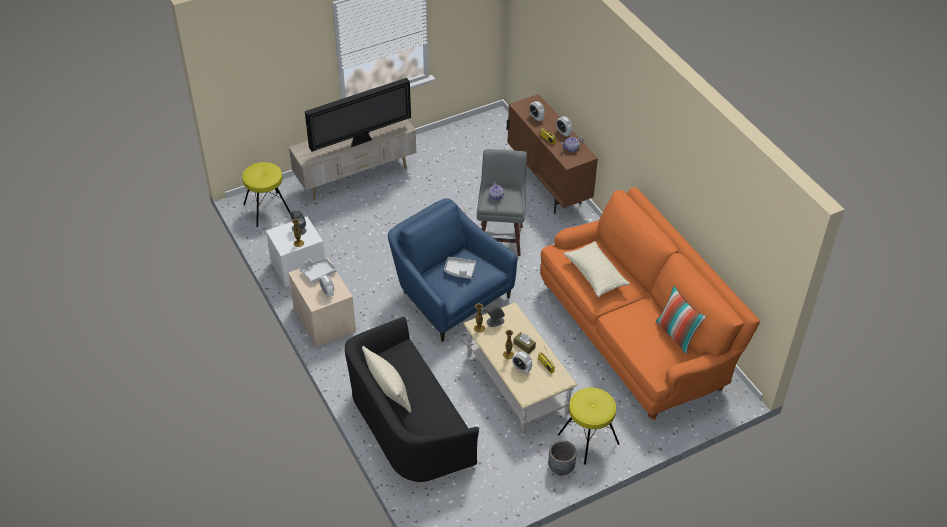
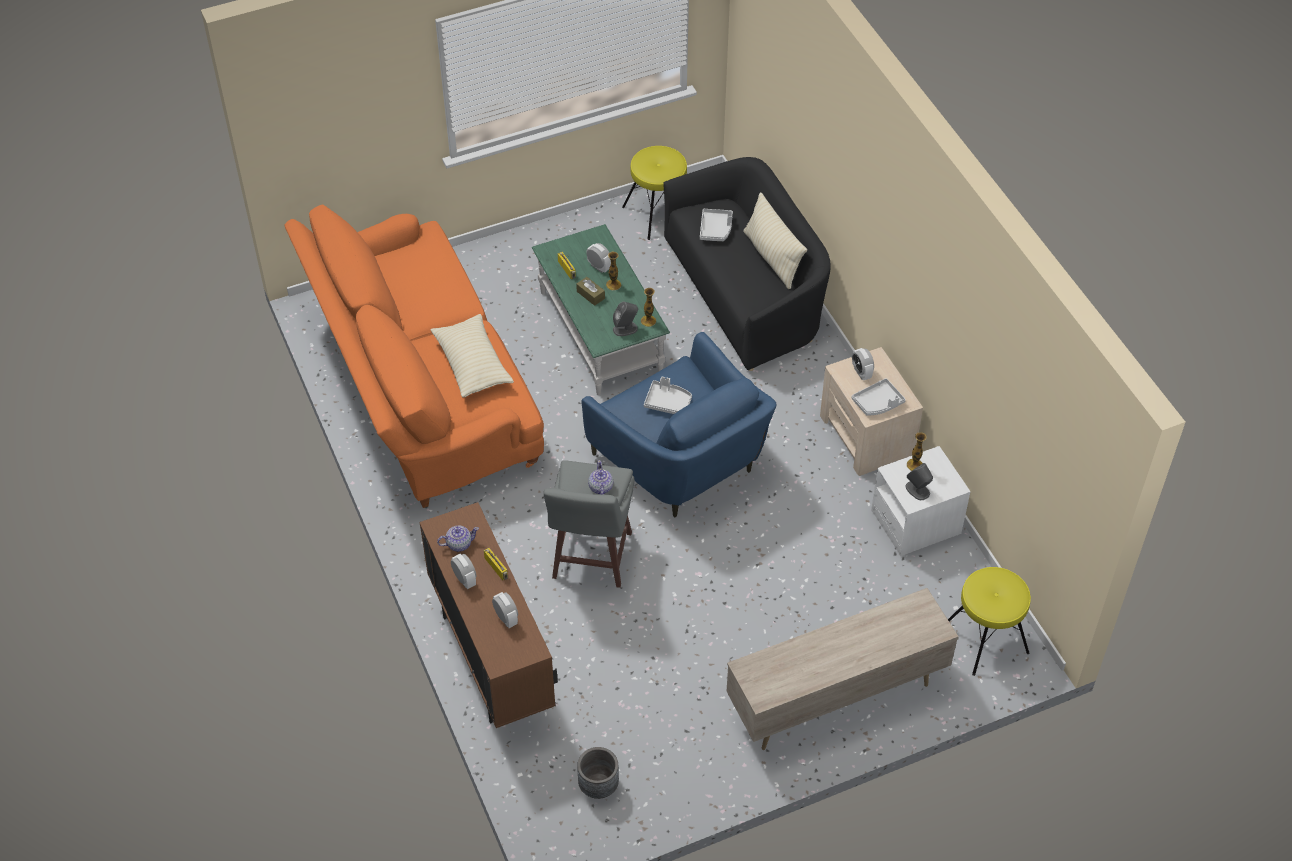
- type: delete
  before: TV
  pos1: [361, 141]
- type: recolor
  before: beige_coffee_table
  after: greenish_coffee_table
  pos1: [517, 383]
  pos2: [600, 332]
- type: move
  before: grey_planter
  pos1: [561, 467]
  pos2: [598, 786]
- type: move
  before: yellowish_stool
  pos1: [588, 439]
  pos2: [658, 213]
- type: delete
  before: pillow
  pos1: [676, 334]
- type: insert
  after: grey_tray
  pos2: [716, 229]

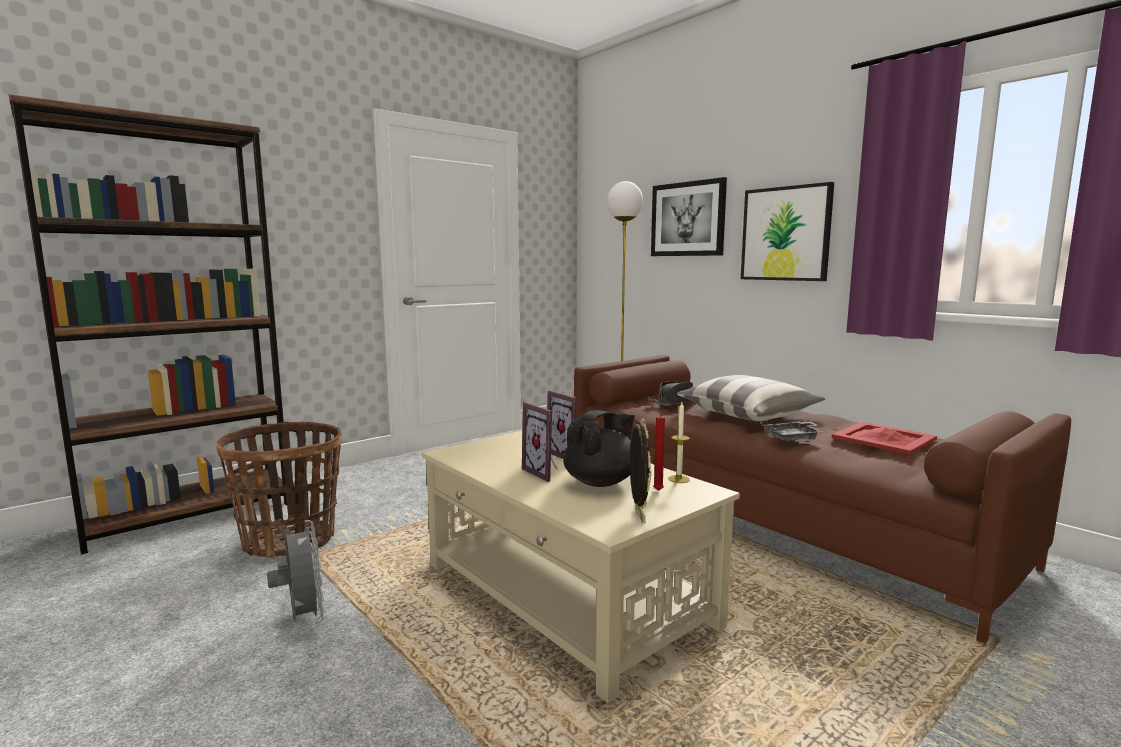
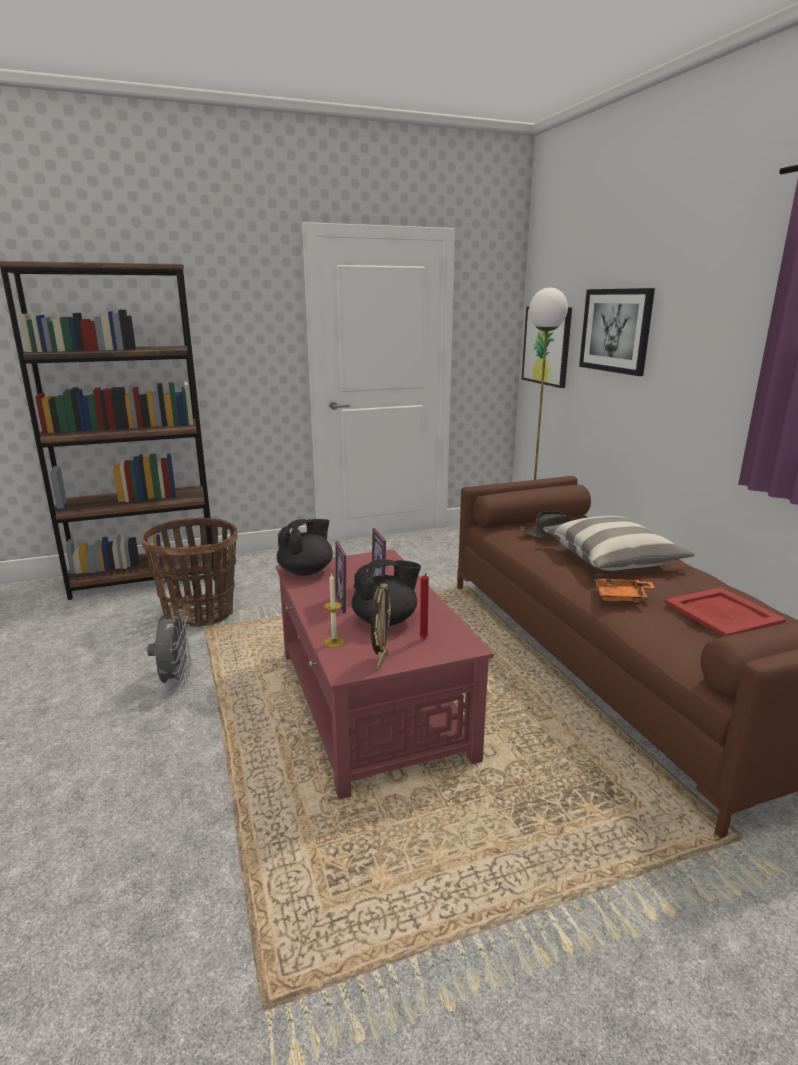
- type: recolor
  before: beige_coffee_table
  after: reddish_coffee_table
  pos1: [565, 595]
  pos2: [370, 703]
- type: move
  before: candle
  pos1: [679, 479]
  pos2: [334, 642]
- type: move
  before: picture
  pos1: [785, 234]
  pos2: [547, 345]
- type: recolor
  before: grey_tray
  after: orange_tray
  pos1: [793, 438]
  pos2: [621, 597]
- type: insert
  after: blackish_tea_pot
  pos2: [306, 571]

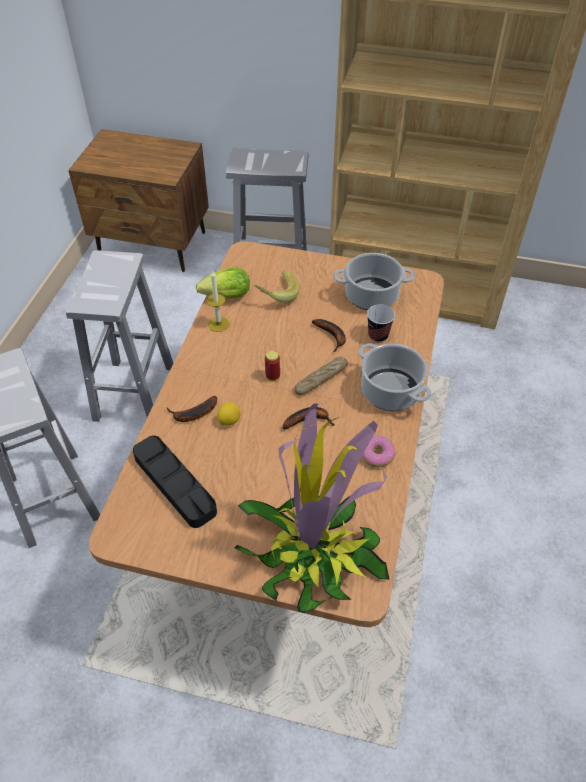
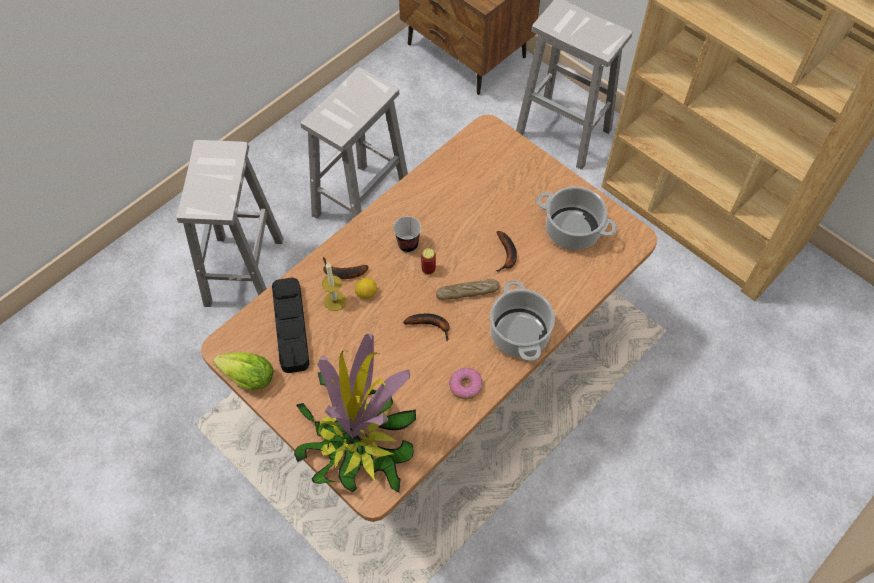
- type: move
  before: head_of_lettuce
  pos1: [223, 297]
  pos2: [245, 376]
- type: move
  before: candle
  pos1: [218, 324]
  pos2: [335, 301]
- type: delete
  before: whole_banana
  pos1: [276, 294]
- type: move
  before: small_cup
  pos1: [378, 336]
  pos2: [408, 244]

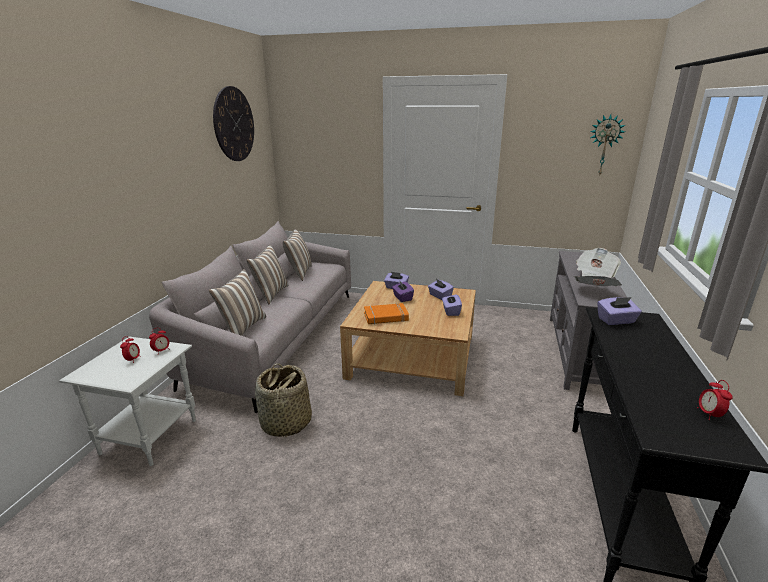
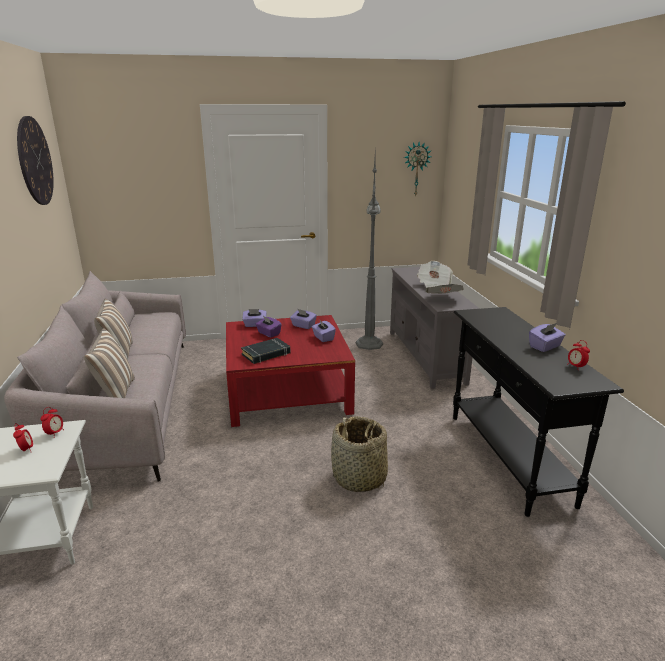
- type: move
  before: storage_basket
  pos1: [285, 423]
  pos2: [359, 478]
- type: delete
  before: pillow
  pos1: [299, 273]
- type: recolor
  before: beige_coffee_table
  after: reddish_coffee_table
  pos1: [412, 356]
  pos2: [287, 390]
- type: recolor
  before: orange_book
  after: blackish_book
  pos1: [386, 317]
  pos2: [266, 354]
- type: move
  before: purplish_tissue_box
  pos1: [616, 321]
  pos2: [545, 346]
- type: insert
  after: grey_standard_lamp
  pos2: [369, 343]

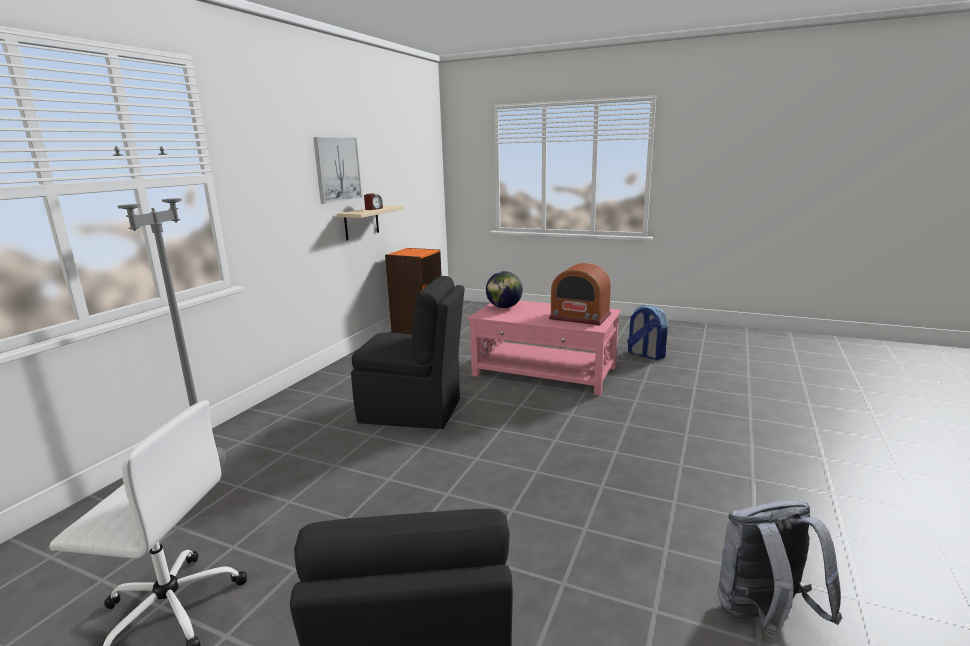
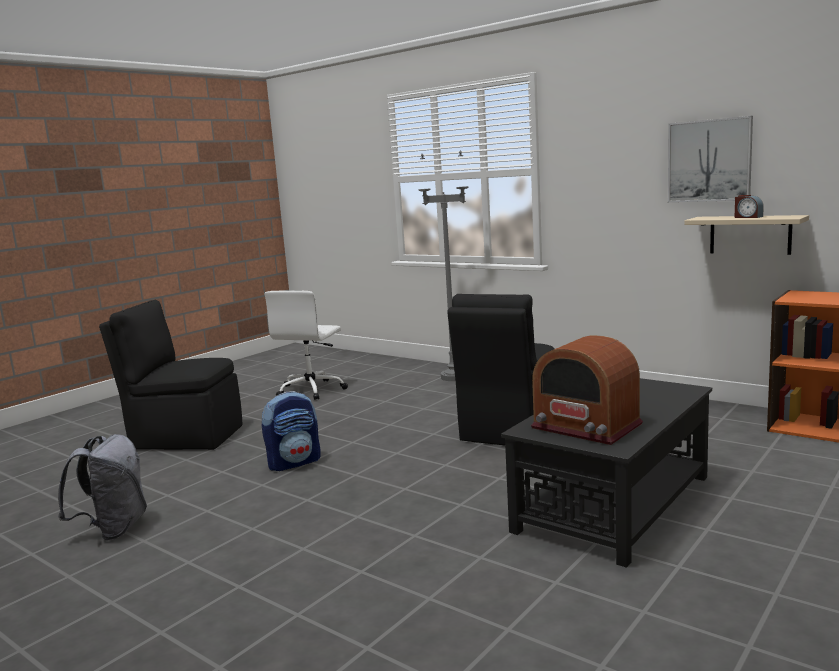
- type: recolor
  before: pink_coffee_table
  after: blackish_coffee_table
  pos1: [545, 371]
  pos2: [613, 503]
- type: delete
  before: desk_globe
  pos1: [504, 307]
- type: rotate
  before: radio_set
  pos1: [580, 317]
  pos2: [586, 426]
  turn: -90
- type: move
  before: backpack
  pos1: [645, 354]
  pos2: [294, 462]

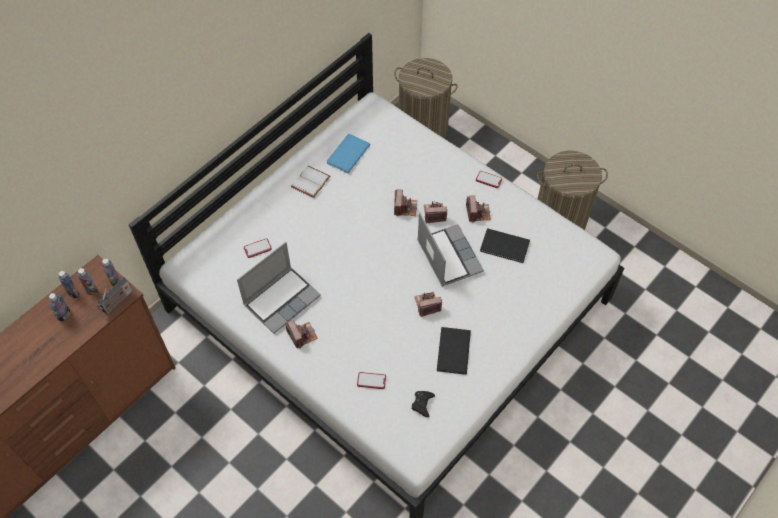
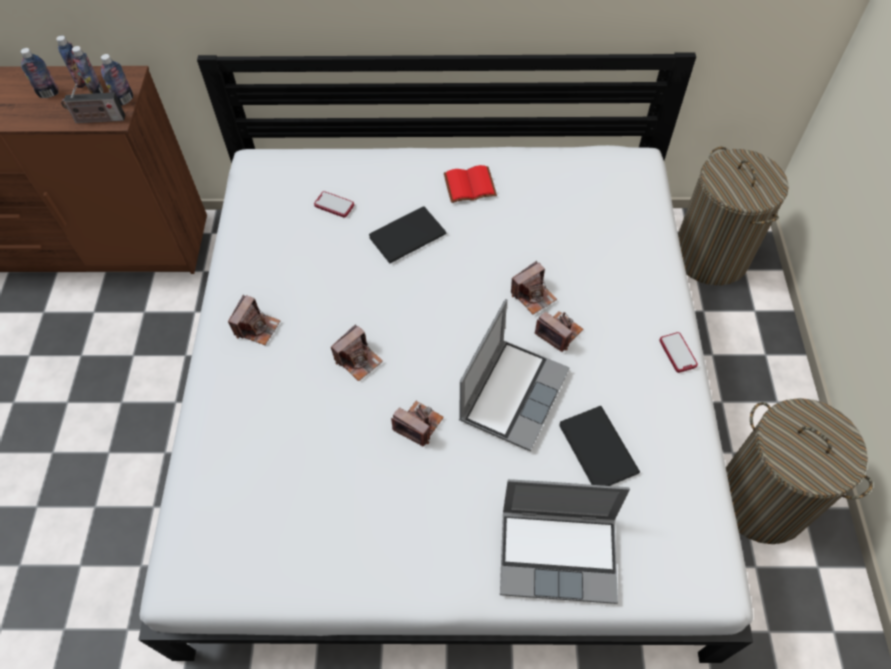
- type: move
  before: laptop
  pos1: [282, 299]
  pos2: [559, 554]
- type: recolor
  before: white-coloured_book
  after: reddish_book
  pos1: [311, 183]
  pos2: [469, 187]
- type: delete
  before: blue_book
  pos1: [346, 154]
- type: delete
  before: telephone
  pos1: [371, 381]
- type: delete
  before: blackish_game_controller
  pos1: [422, 404]
- type: move
  before: blackish_book
  pos1: [452, 352]
  pos2: [404, 235]
- type: move
  before: photo_camera
  pos1: [478, 213]
  pos2: [358, 360]

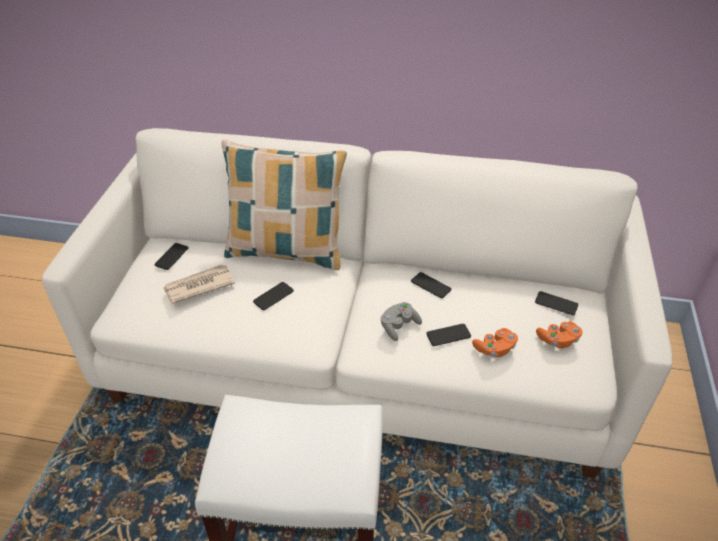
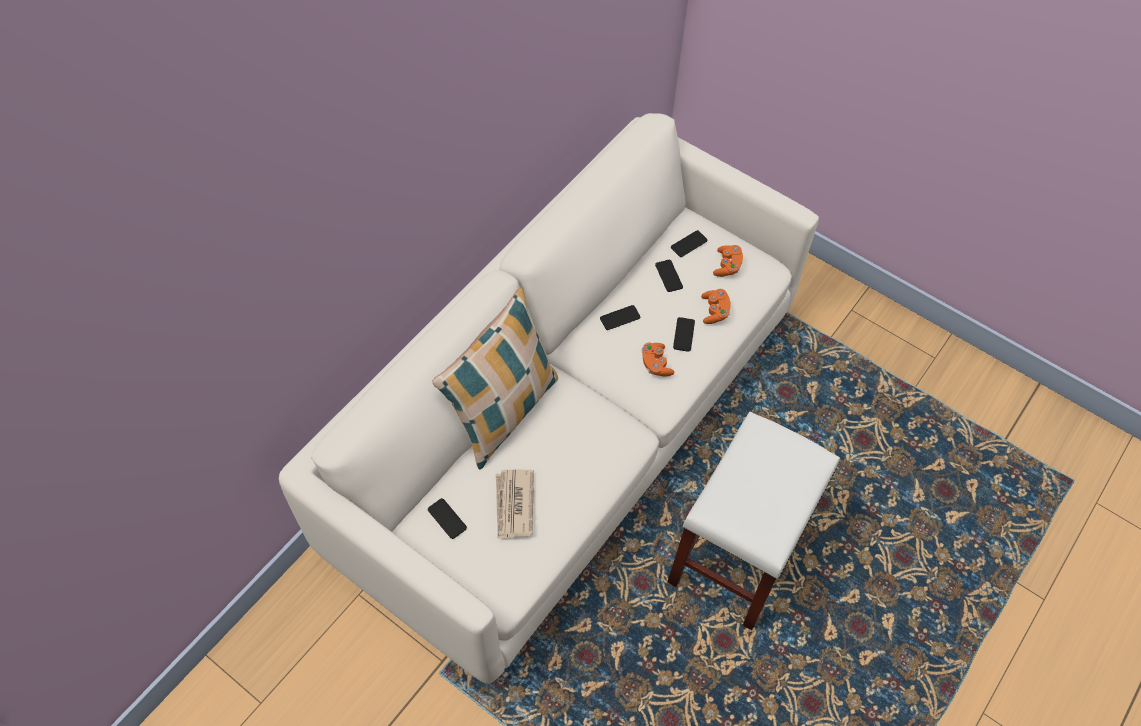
- type: move
  before: telephone
  pos1: [273, 296]
  pos2: [668, 276]
- type: recolor
  before: grey_game_controller
  after: orange_game_controller
  pos1: [399, 326]
  pos2: [656, 364]

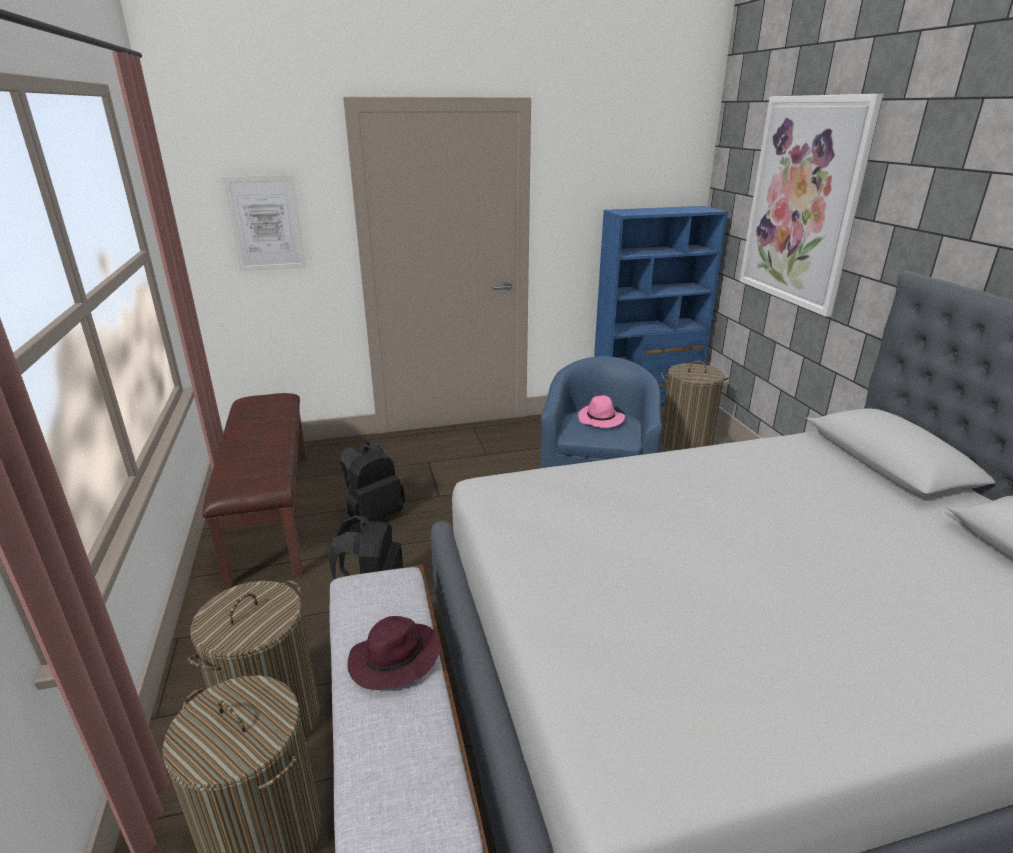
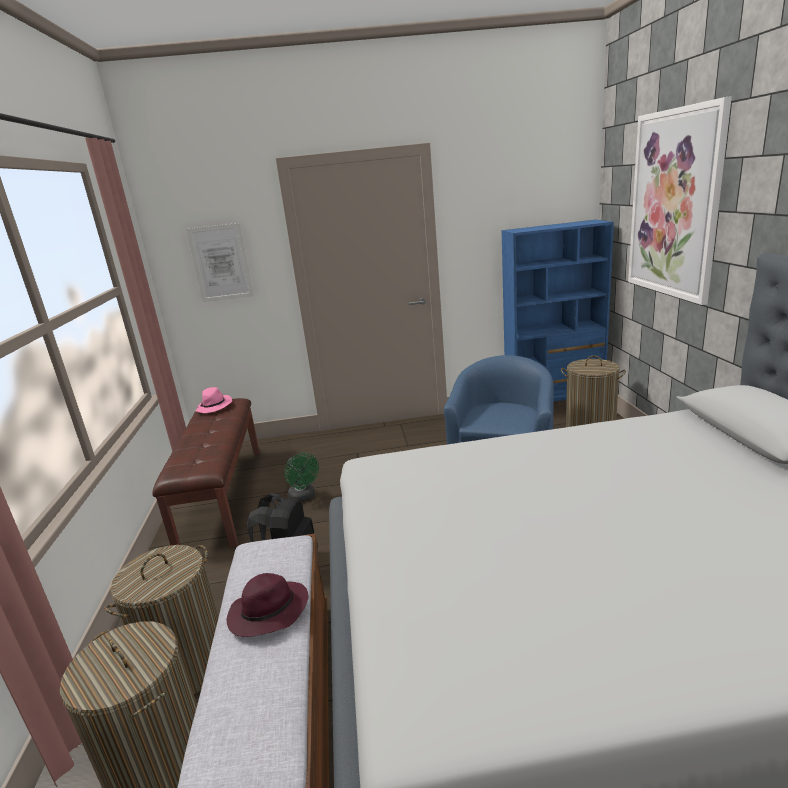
- type: replace
  before: blackish_backpack
  after: greenish_cooling_fan
  pos1: [374, 515]
  pos2: [304, 497]
- type: move
  before: pink_clothing_hat
  pos1: [601, 419]
  pos2: [214, 407]

